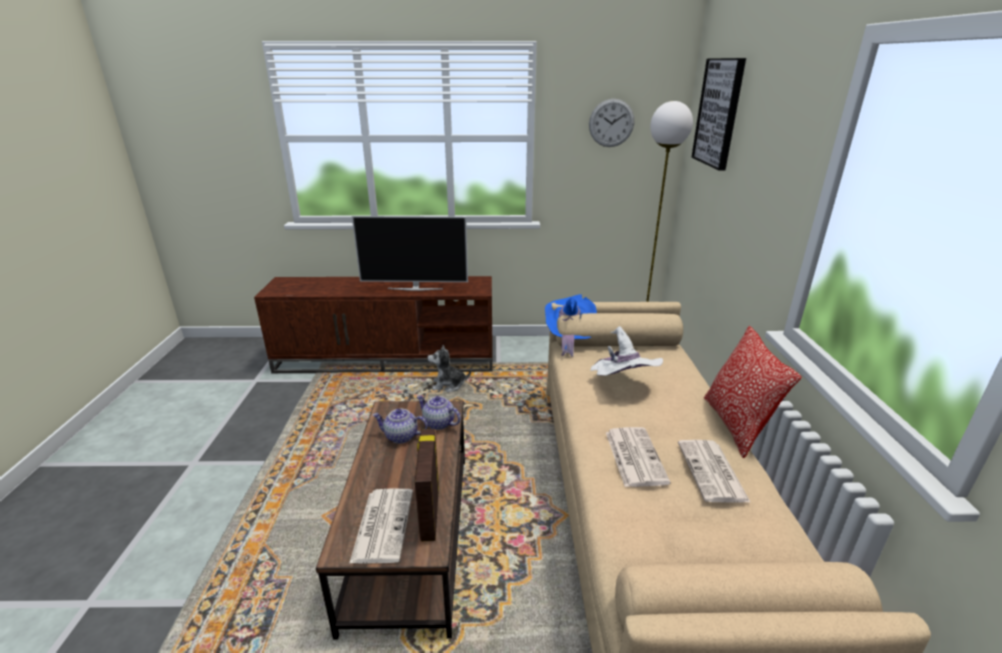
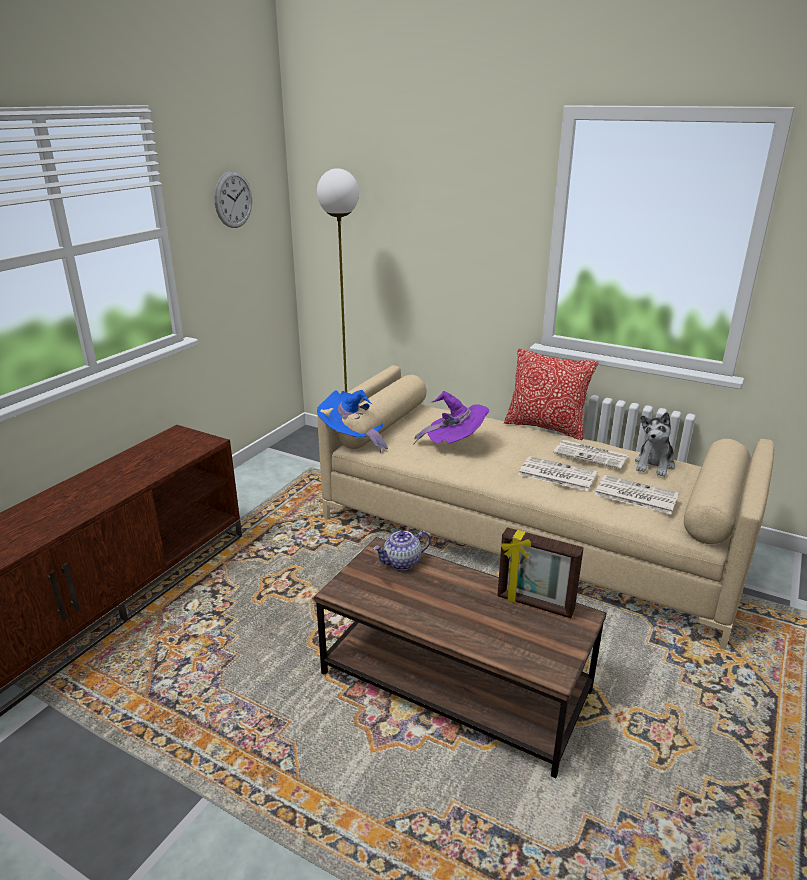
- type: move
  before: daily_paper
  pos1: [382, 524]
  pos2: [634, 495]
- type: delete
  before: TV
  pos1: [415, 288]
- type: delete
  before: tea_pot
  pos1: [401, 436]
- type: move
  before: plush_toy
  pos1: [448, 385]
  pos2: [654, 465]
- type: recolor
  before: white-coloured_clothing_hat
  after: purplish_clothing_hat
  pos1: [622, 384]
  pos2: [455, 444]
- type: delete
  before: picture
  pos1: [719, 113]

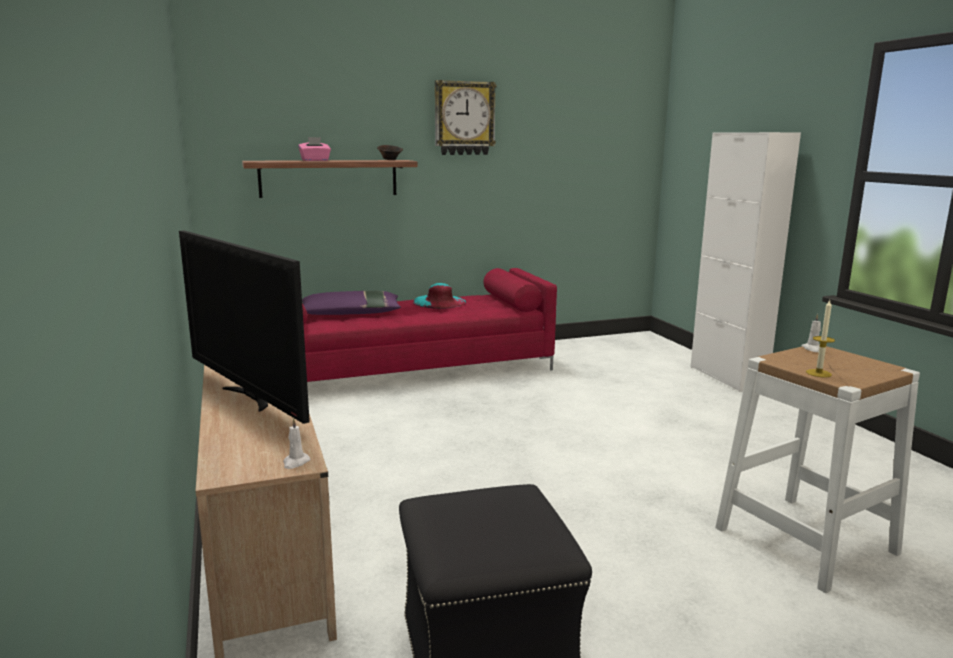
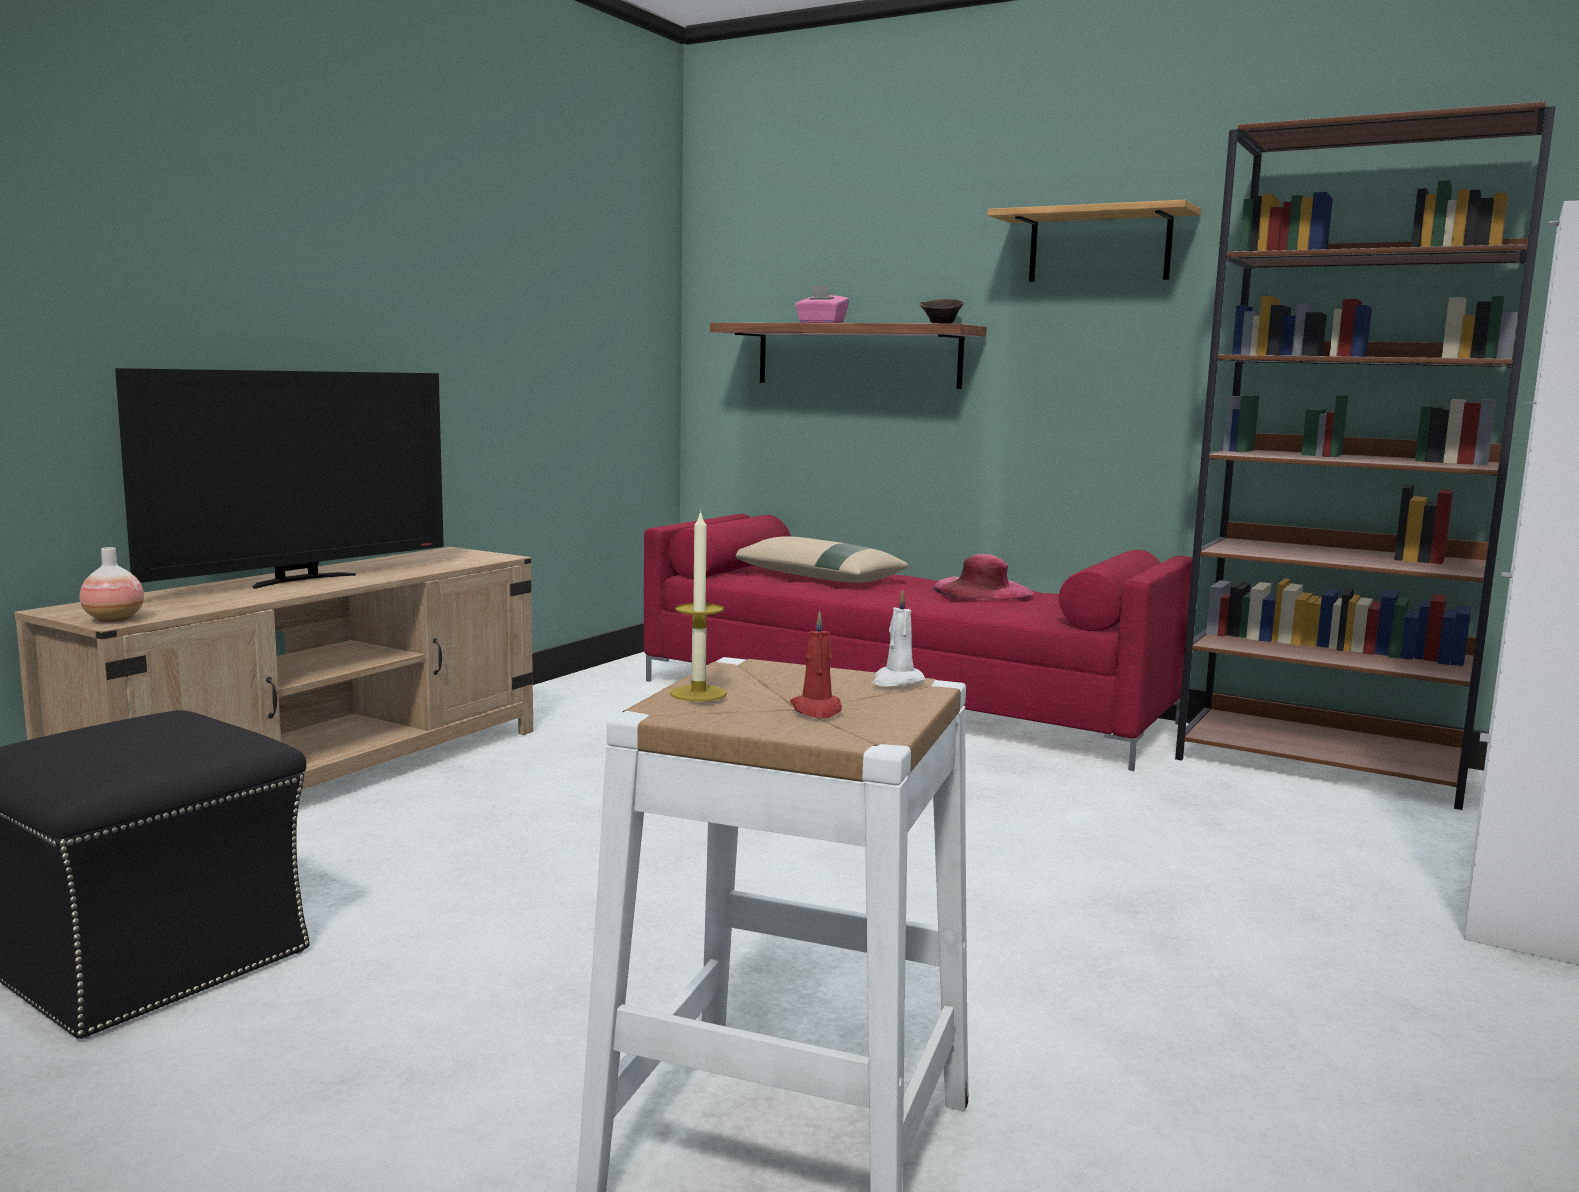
- type: rotate
  before: TV
  pos1: [249, 397]
  pos2: [300, 580]
  turn: -150
- type: replace
  before: white-coloured_candle
  after: flower_vase
  pos1: [295, 462]
  pos2: [114, 619]
- type: recolor
  before: purplish_pillow
  after: beige_pillow
  pos1: [351, 313]
  pos2: [816, 577]
- type: recolor
  before: turquoise_clothing_hat
  after: pink_clothing_hat
  pos1: [439, 302]
  pos2: [982, 590]
- type: replace
  before: wall_clock
  after: shelf
  pos1: [464, 118]
  pos2: [1099, 246]
- type: insert
  after: reddish_candle
  pos2: [817, 710]
- type: insert
  after: brown-coloured_bookshelf
  pos2: [1322, 765]

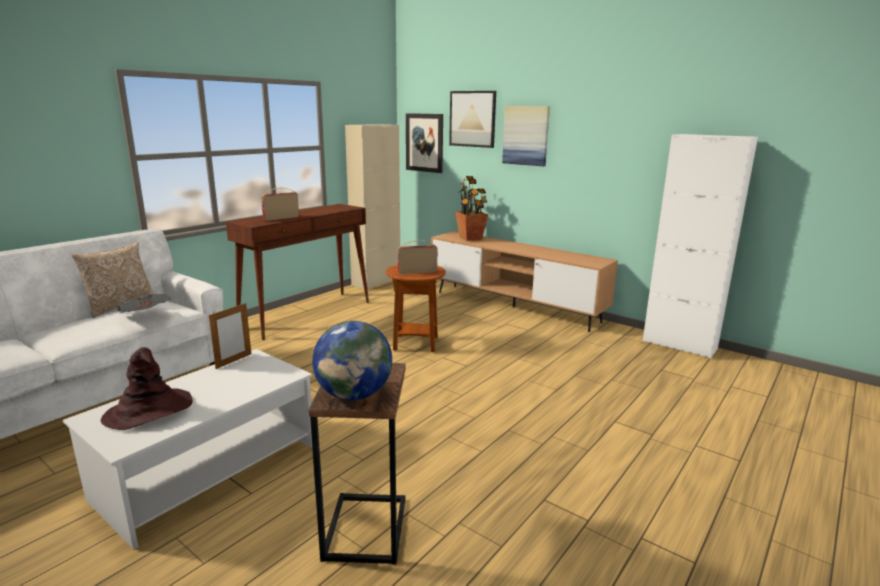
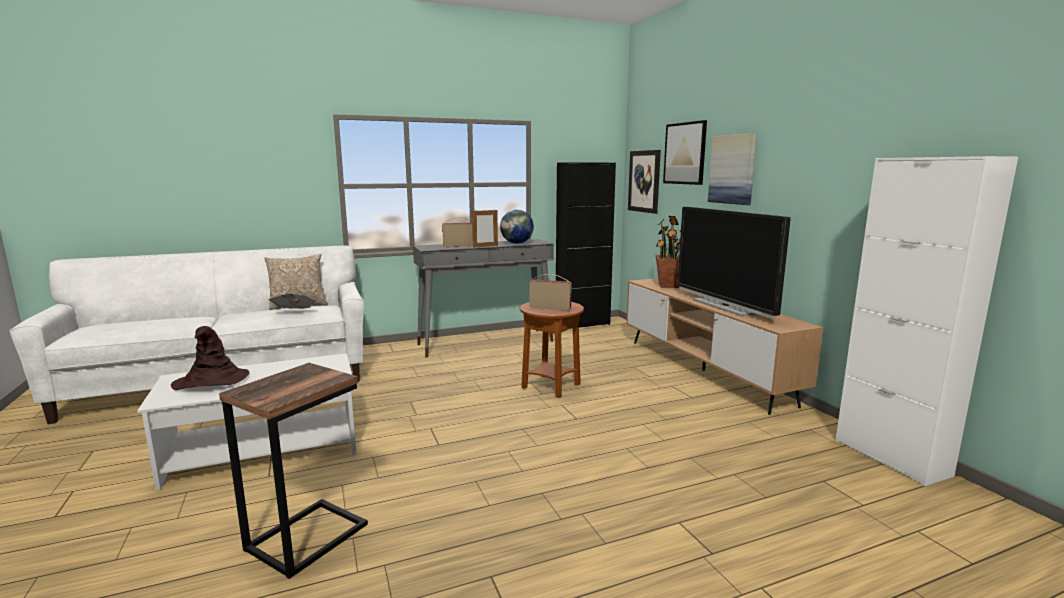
- type: move
  before: standing_frame
  pos1: [234, 361]
  pos2: [485, 246]
- type: recolor
  before: brown-coloured_narrow_table
  after: grey_narrow_table
  pos1: [307, 314]
  pos2: [486, 342]
- type: move
  before: desk_globe
  pos1: [354, 395]
  pos2: [517, 243]
- type: recolor
  before: beige_cabinet
  after: blackish_cabinet
  pos1: [376, 282]
  pos2: [582, 324]
- type: insert
  after: TV
  pos2: [725, 306]

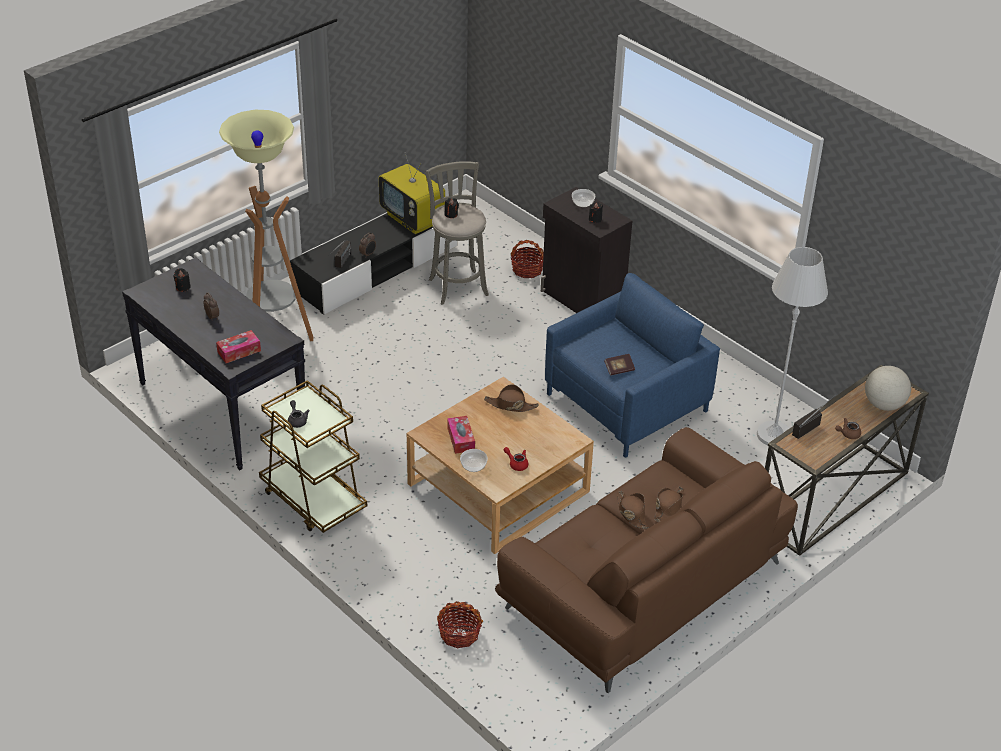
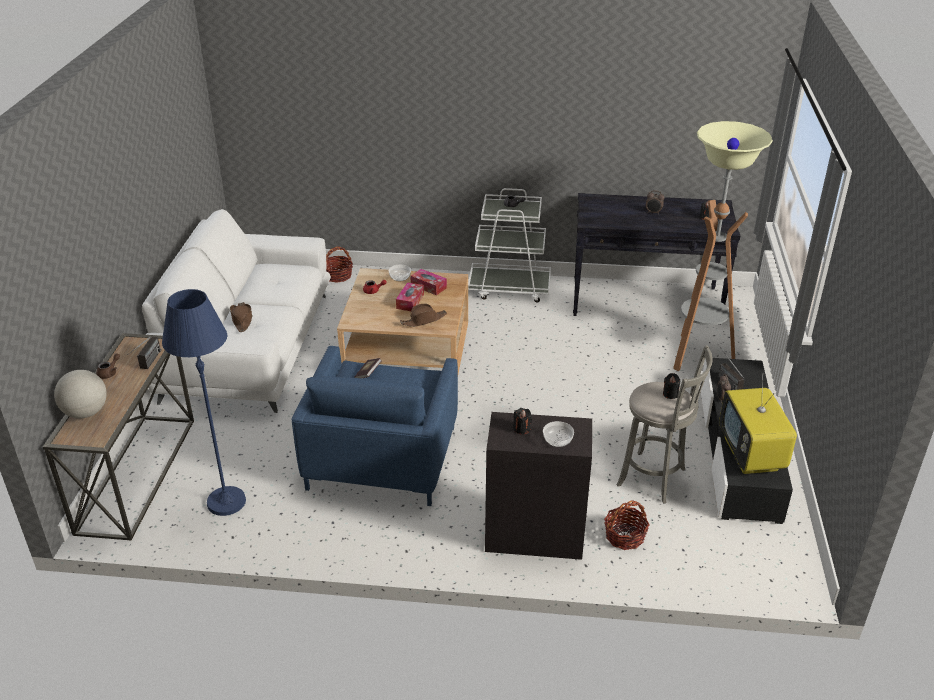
- type: move
  before: tissue_box
  pos1: [239, 351]
  pos2: [410, 301]
- type: recolor
  before: brown-coloured_cart
  after: white-coloured_cart
  pos1: [313, 499]
  pos2: [509, 288]
- type: rotate
  before: TV
  pos1: [413, 219]
  pos2: [751, 455]
  turn: -105
- type: recolor
  before: brown-coloured_couch
  after: white-coloured_couch
  pos1: [643, 585]
  pos2: [248, 346]
- type: delete
  before: brown-coloured_clothing_hat
  pos1: [631, 513]
- type: recolor
  before: white-coloured_standard_lamp
  after: blue_standard_lamp
  pos1: [774, 435]
  pos2: [226, 502]

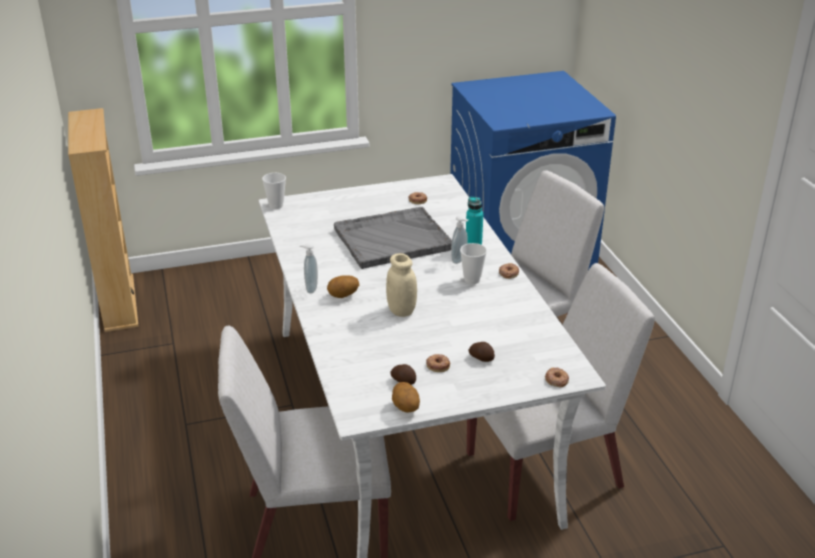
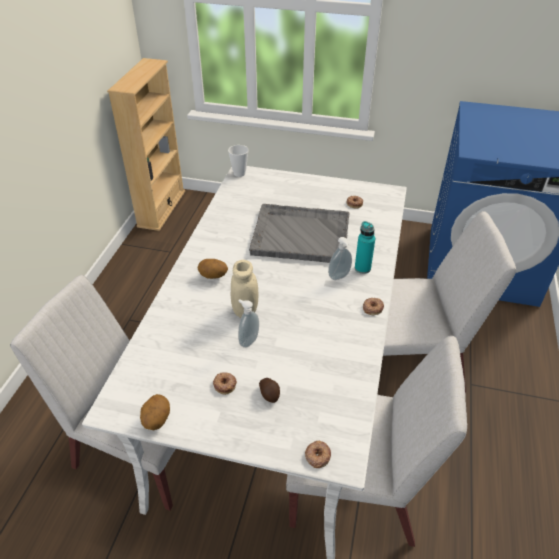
- type: move
  before: liquid_soap_bottle
  pos1: [310, 288]
  pos2: [248, 340]
- type: delete
  before: whole_potato
  pos1: [403, 380]
- type: delete
  before: small_cup
  pos1: [472, 280]

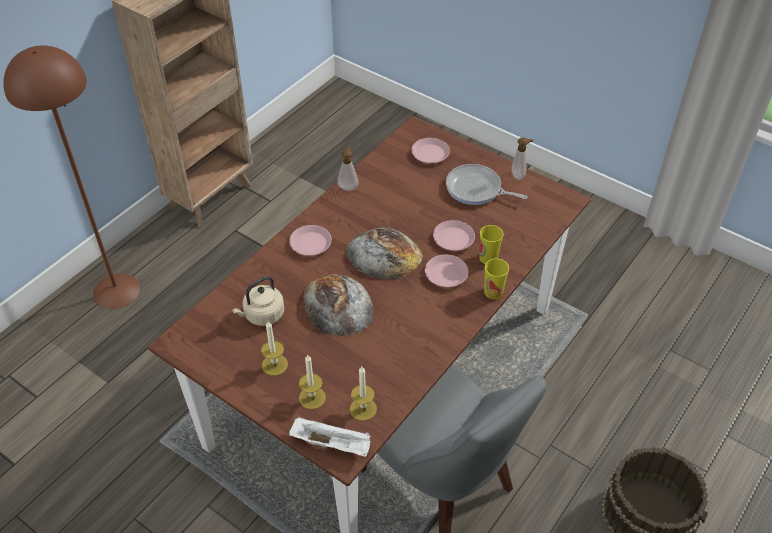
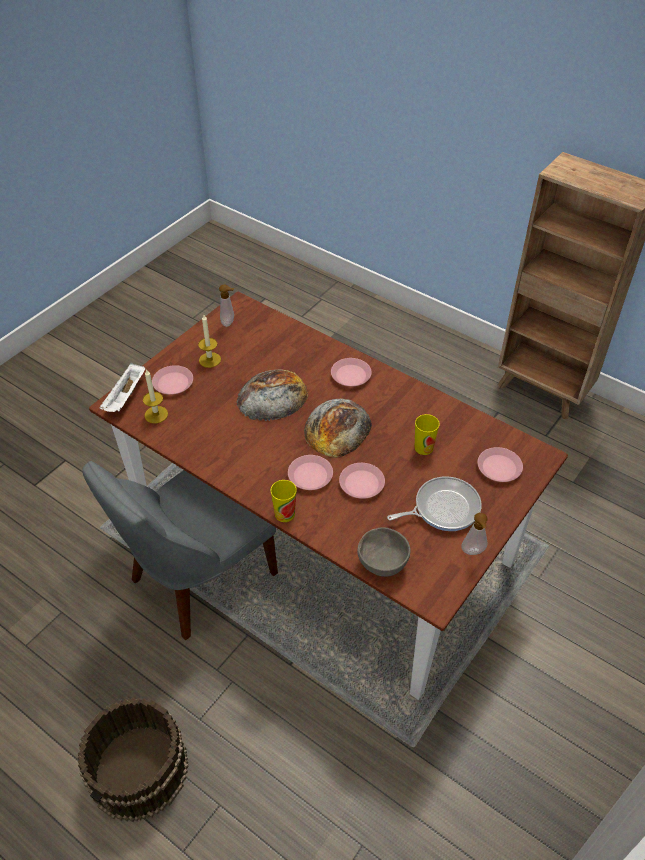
- type: delete
  before: brown-coloured_standard_lamp
  pos1: [116, 290]
- type: delete
  before: beige_water_kettle
  pos1: [262, 315]
- type: replace
  before: candle
  after: pink_plate
  pos1: [312, 398]
  pos2: [173, 383]
- type: move
  before: liquid_soap_bottle
  pos1: [348, 187]
  pos2: [229, 323]
- type: rotate
  before: skillet
  pos1: [476, 189]
  pos2: [443, 508]
  turn: 45
- type: move
  before: small_cup
  pos1: [488, 258]
  pos2: [423, 447]
- type: insert
  after: grey_serving_bowl
  pos2: [382, 562]

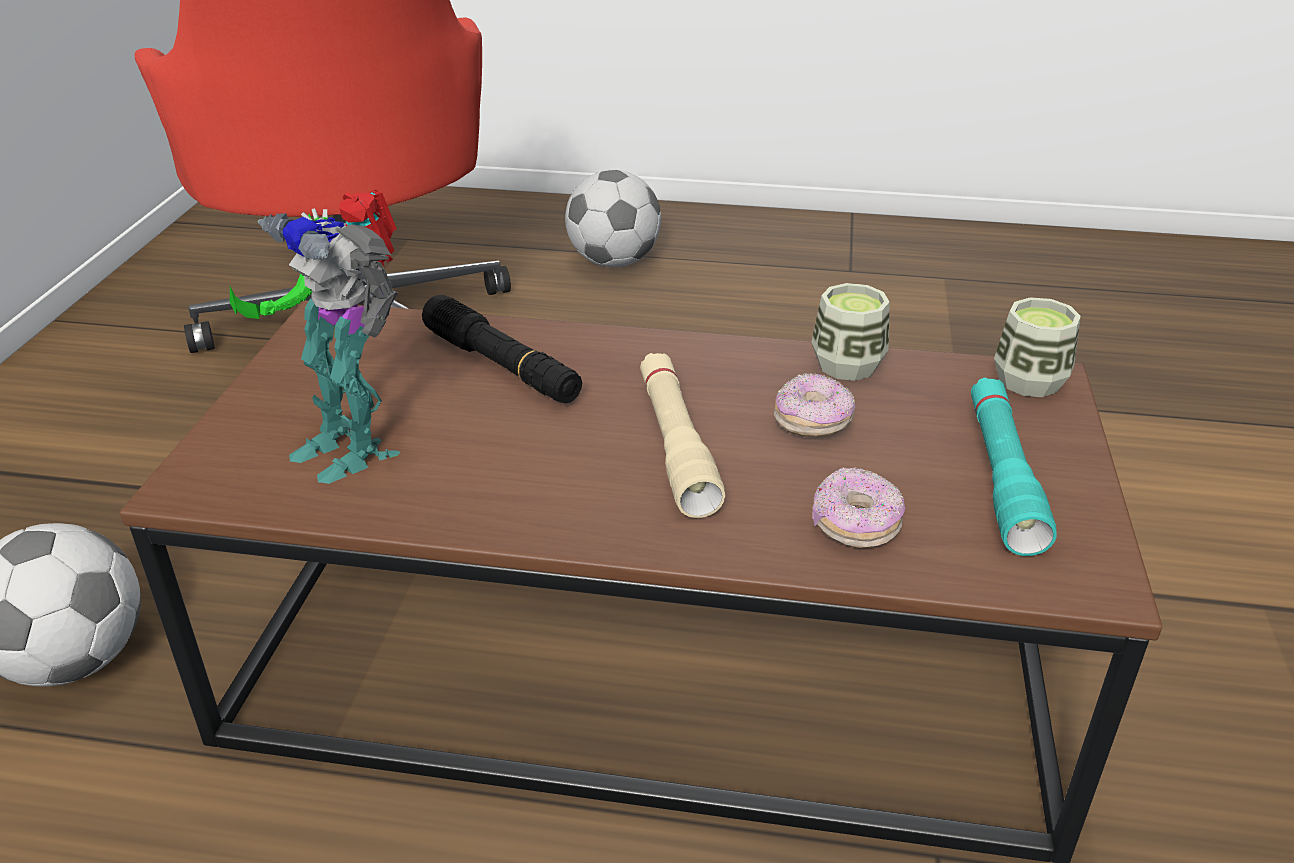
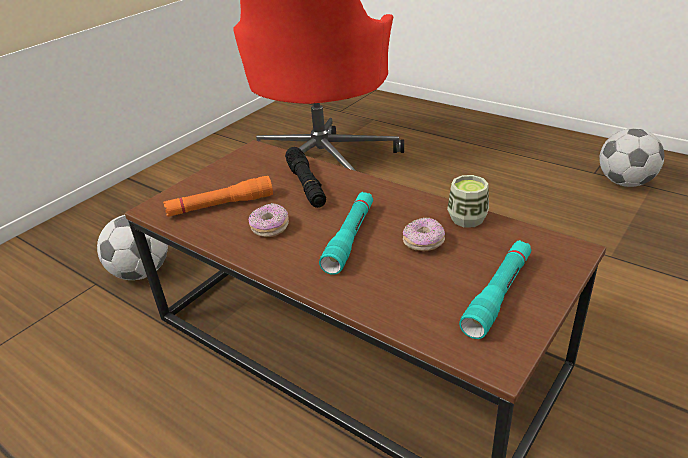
- type: replace
  before: toy_robot
  after: orange_flashlight
  pos1: [350, 444]
  pos2: [220, 205]
- type: move
  before: ball_for_football
  pos1: [614, 262]
  pos2: [625, 182]
- type: recolor
  before: beige_flashlight
  after: turquoise_flashlight
  pos1: [676, 445]
  pos2: [350, 238]
- type: move
  before: doughnut
  pos1: [855, 525]
  pos2: [270, 228]
- type: delete
  before: small_cup
  pos1: [1029, 381]

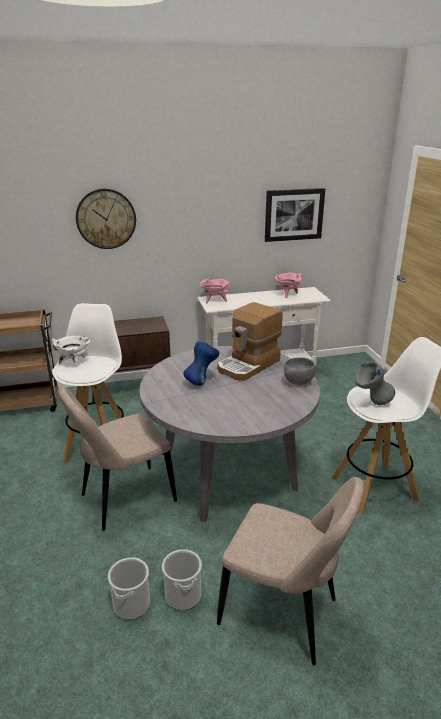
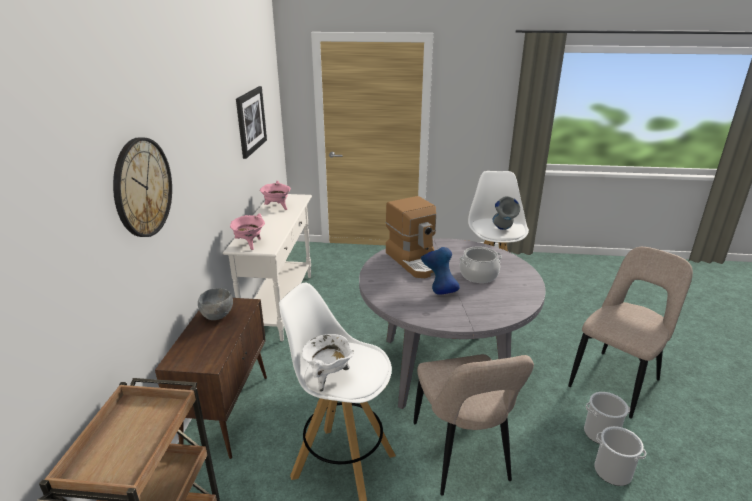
- type: move
  before: grey_serving_bowl
  pos1: [299, 382]
  pos2: [218, 316]
- type: insert
  after: cooking_pot
  pos2: [478, 275]

